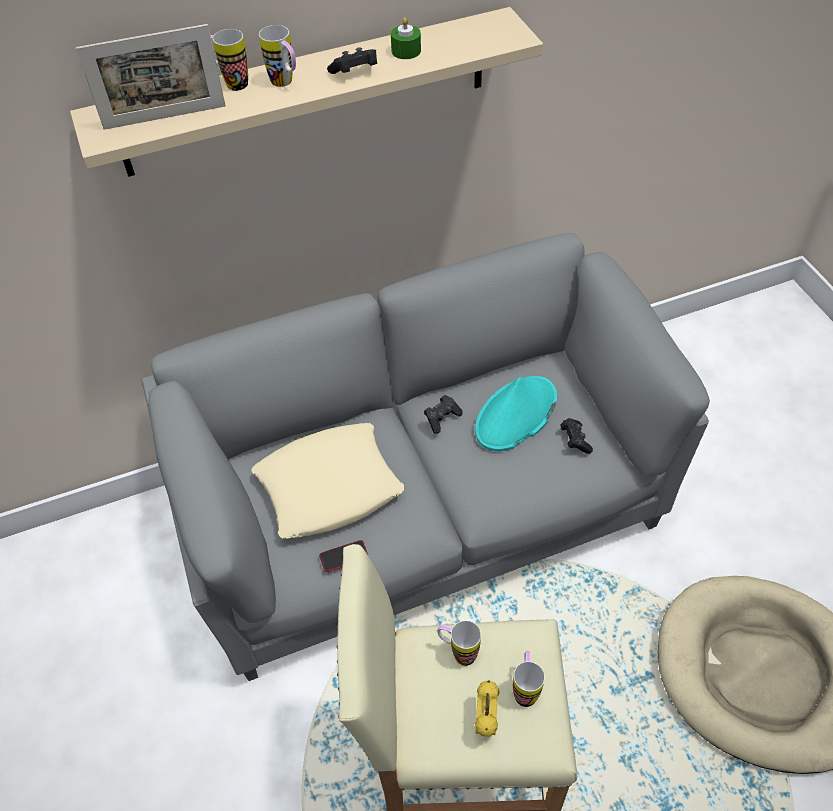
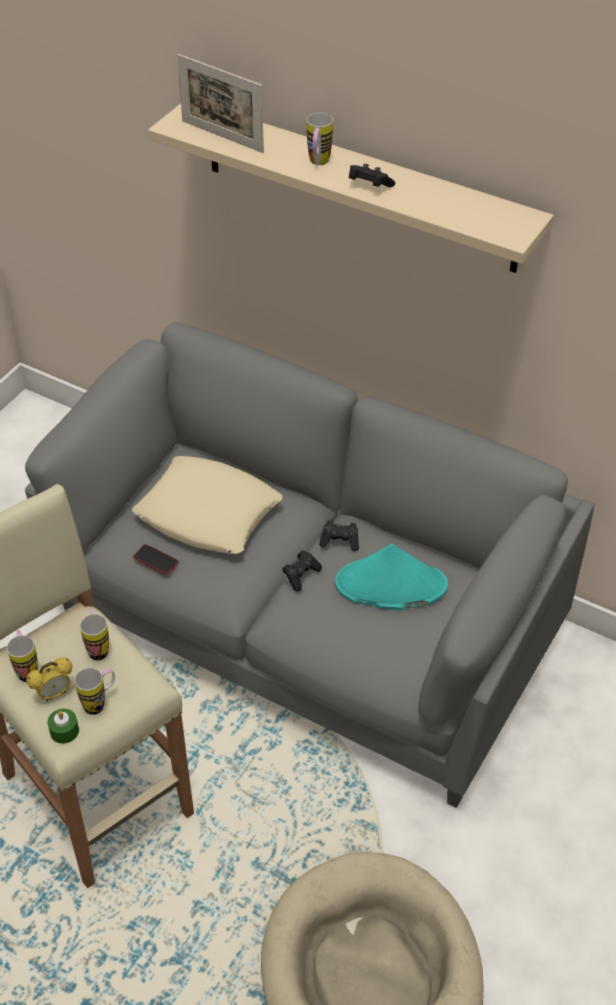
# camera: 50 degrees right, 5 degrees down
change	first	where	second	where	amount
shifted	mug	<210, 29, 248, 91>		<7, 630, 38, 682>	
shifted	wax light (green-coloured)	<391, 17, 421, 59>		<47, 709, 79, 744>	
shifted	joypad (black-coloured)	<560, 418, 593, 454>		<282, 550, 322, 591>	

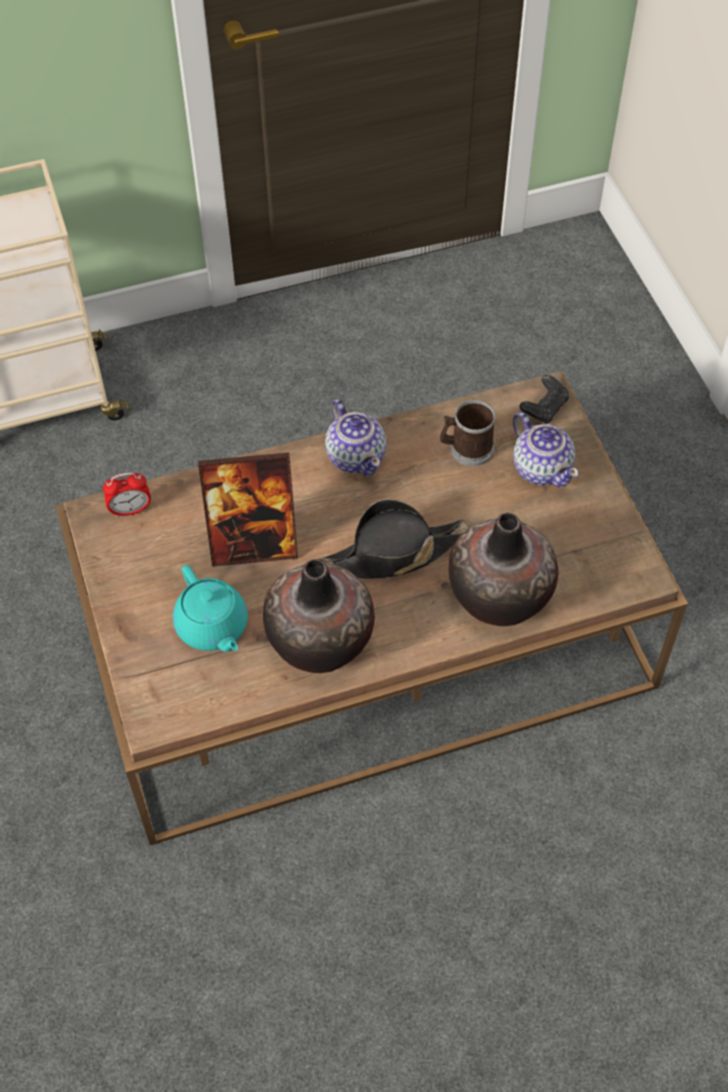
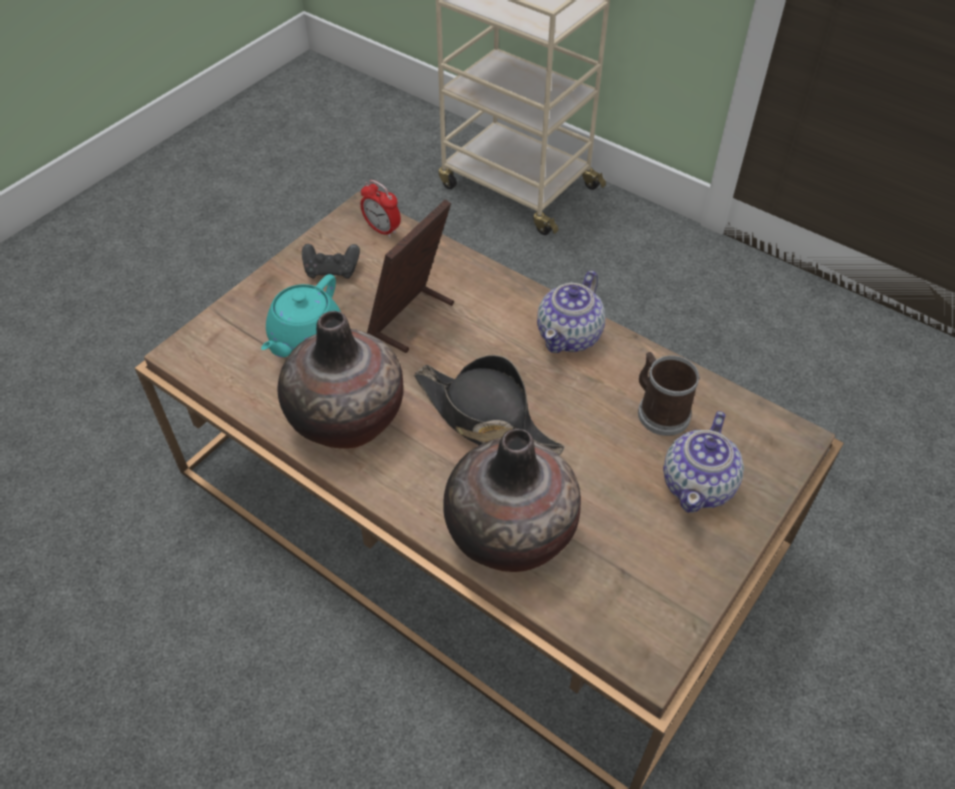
# camera: 55 degrees right, 5 degrees down
change	first	where	second	where	amount
rotated	standing frame	<198, 452, 298, 567>		<367, 199, 454, 353>	75 degrees clockwise
shifted	joypad (black-coloured)	<519, 375, 569, 424>		<302, 244, 360, 279>	

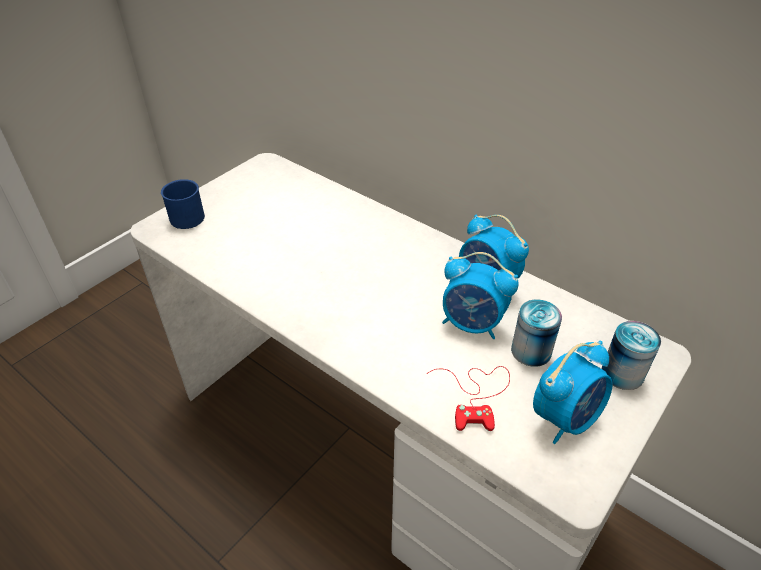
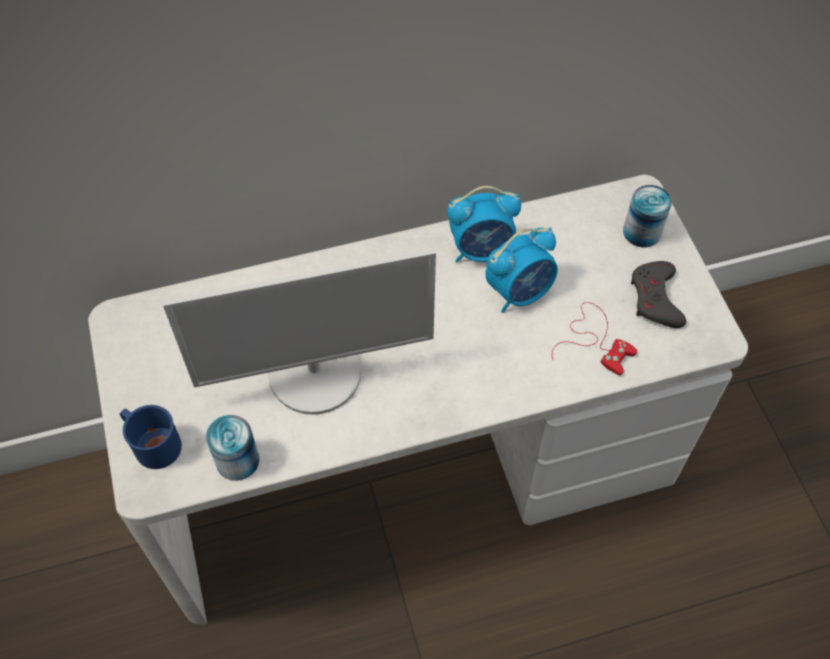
# camera: 55 degrees left, 15 degrees up
change	first	where	second	where	amount
shifted	sealed can	<511, 300, 562, 367>		<206, 415, 259, 481>	
swapped	bedside clock	<533, 341, 612, 444>	joypad (grey)	<631, 261, 686, 328>	
new			monitor	<162, 248, 436, 415>	

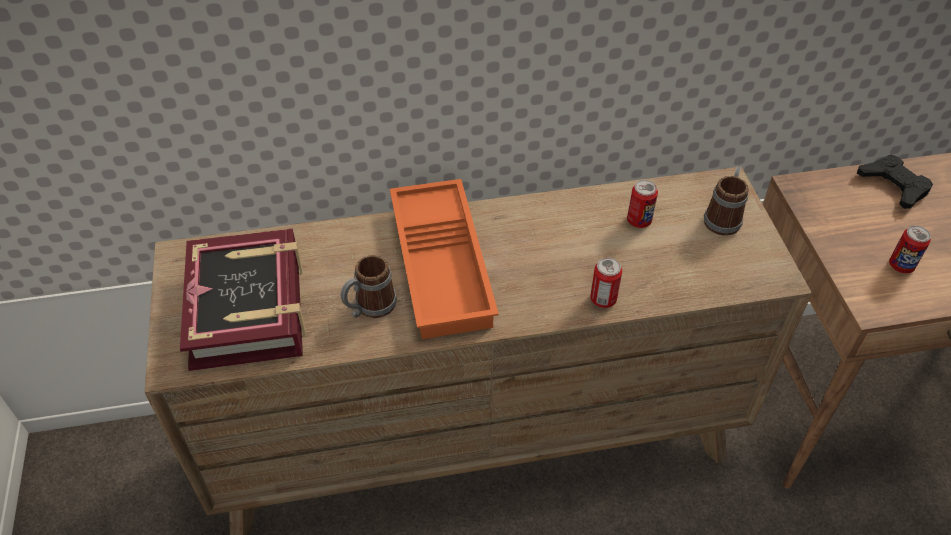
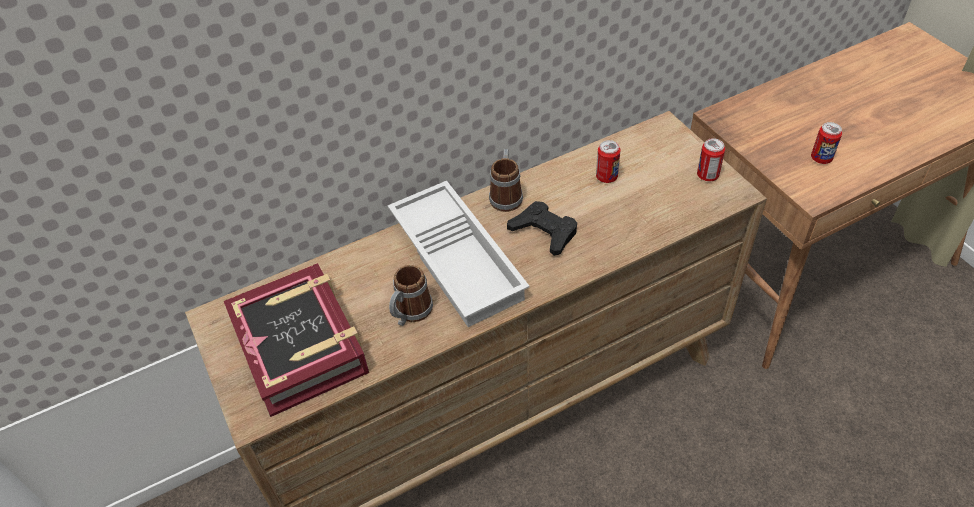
# camera: 15 degrees left, 0 degrees up
change	first	where	second	where	amount
repainted	serving tray (orange-coloured)	<390, 179, 499, 339>	serving tray (white)	<388, 181, 530, 327>	
shifted	sealed can	<590, 258, 622, 308>		<697, 138, 725, 181>	
shifted	mug	<704, 166, 748, 236>		<489, 149, 523, 212>	
shifted	joypad (black-coloured)	<857, 155, 933, 209>		<507, 201, 577, 256>	

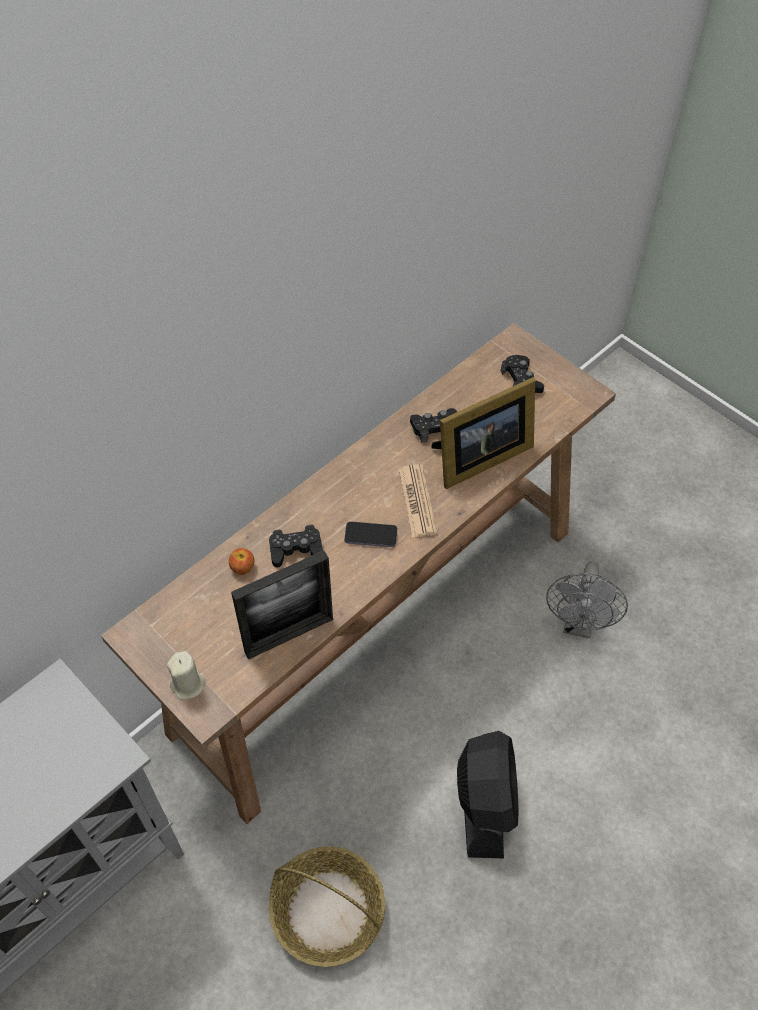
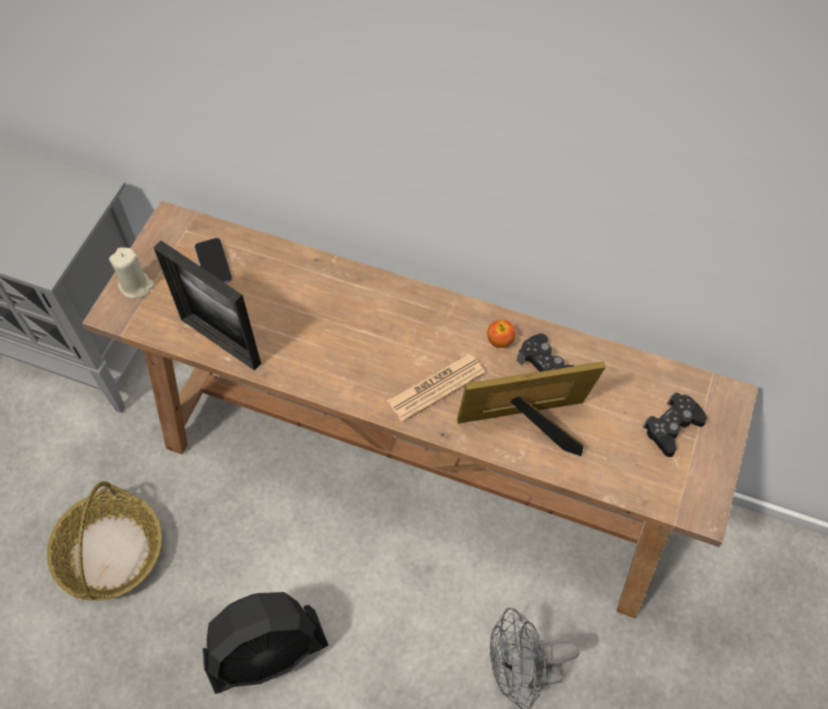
# camera: 65 degrees right, 5 degrees up
change	first	where	second	where	amount
shifted	apple	<229, 548, 254, 575>		<487, 319, 515, 348>	
gone	joypad (black-coloured)	<269, 525, 323, 568>			
shifted	handset	<344, 522, 397, 547>		<195, 238, 232, 283>	
rotated	standing frame	<431, 377, 535, 489>		<457, 362, 606, 456>	135 degrees clockwise

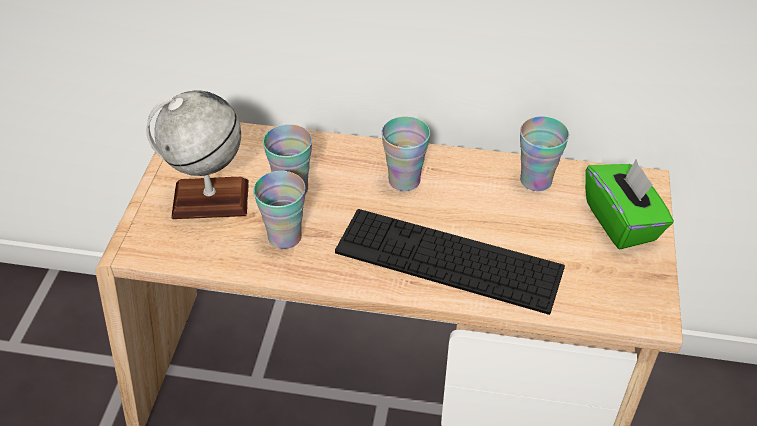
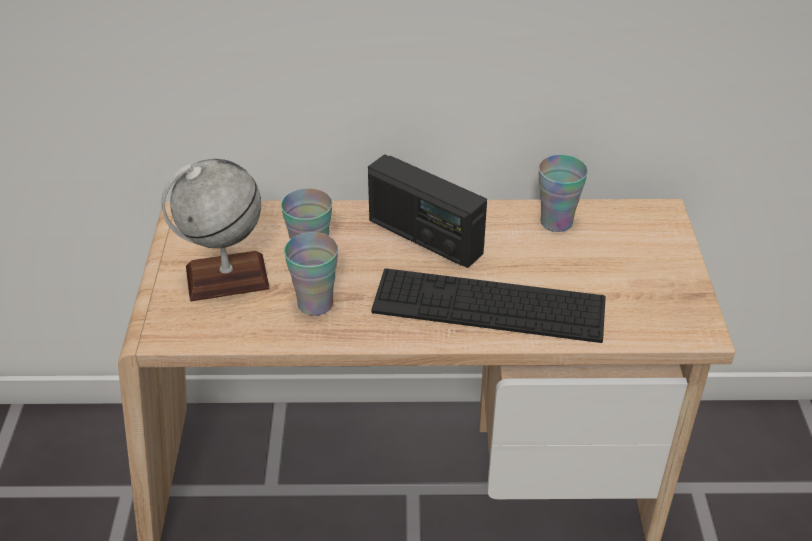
# camera: 10 degrees left, 5 degrees down
change	first	where	second	where	amount
swapped	small cup	<382, 116, 430, 191>	radio receiver	<368, 154, 487, 268>	
gone	tissue holder (green-coloured)	<585, 159, 674, 249>			

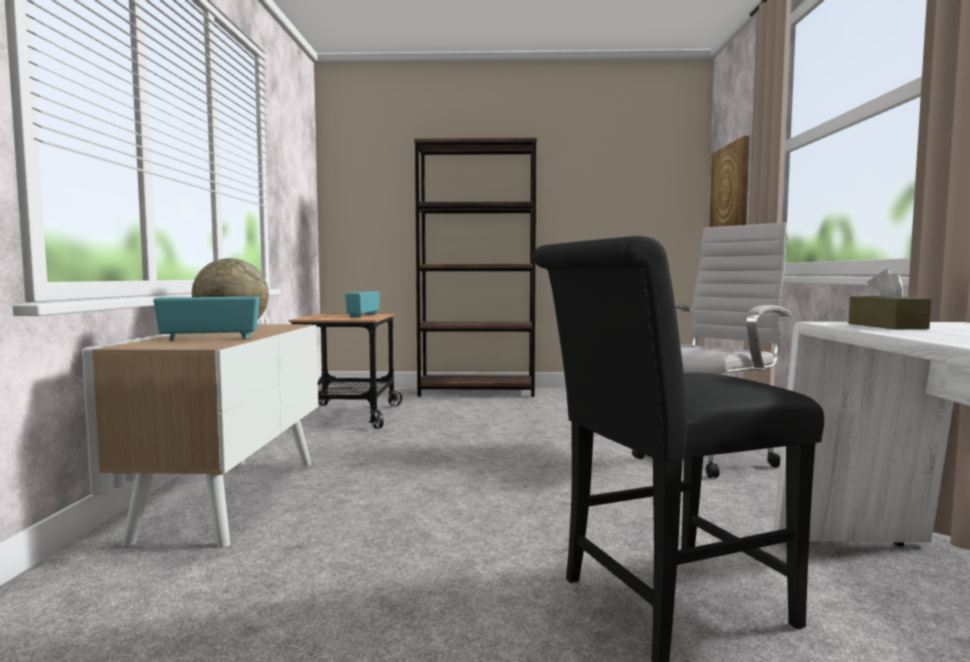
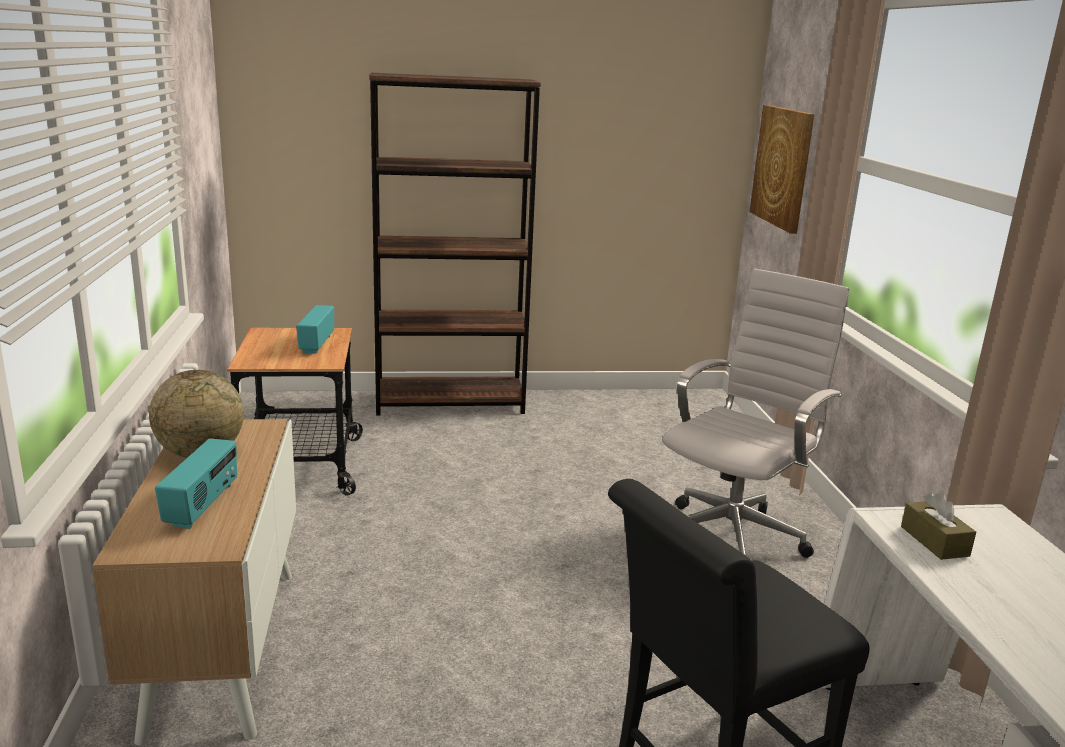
# camera: 10 degrees left, 15 degrees up
change	first	where	second	where	amount
rotated	radio receiver	<153, 297, 260, 341>		<155, 439, 237, 529>	120 degrees clockwise

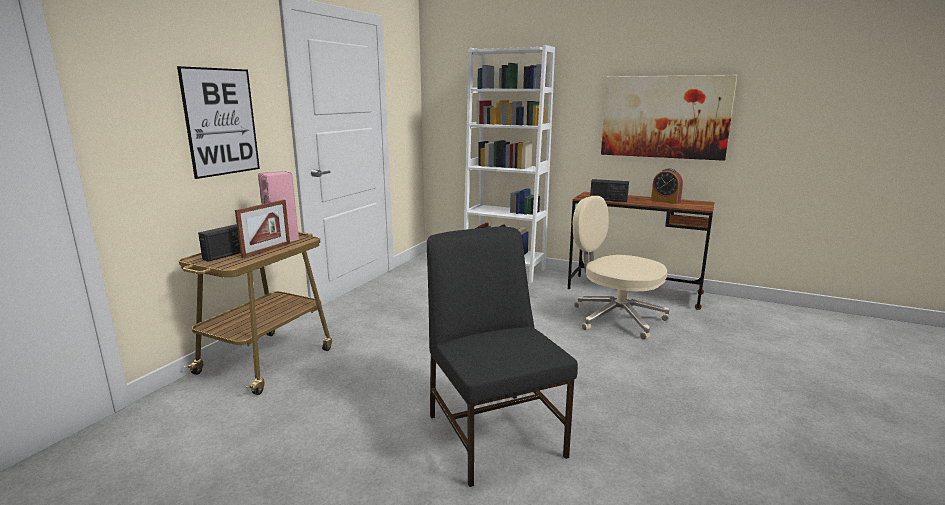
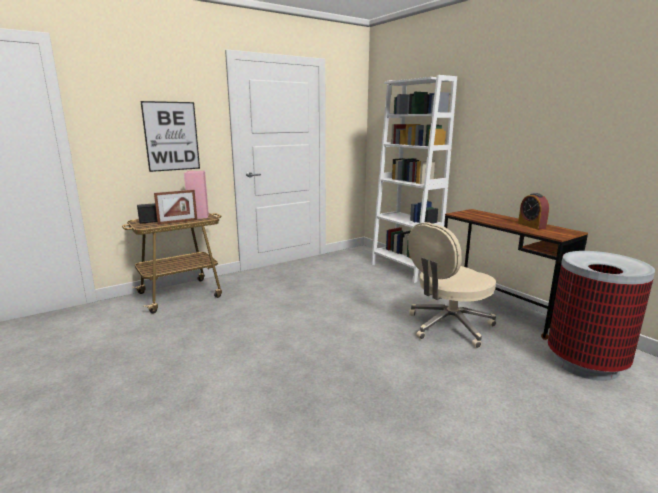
# camera: 30 degrees right, 0 degrees up
change	first	where	second	where	amount
gone	plain chair (black-coloured)	<427, 227, 578, 487>			
rotated	computer chair (beige)	<573, 196, 669, 340>		<408, 222, 496, 348>	105 degrees counterclockwise
gone	radio receiver	<590, 179, 629, 202>			
gone	picture	<601, 75, 737, 161>			
new			trash can	<548, 251, 655, 381>	

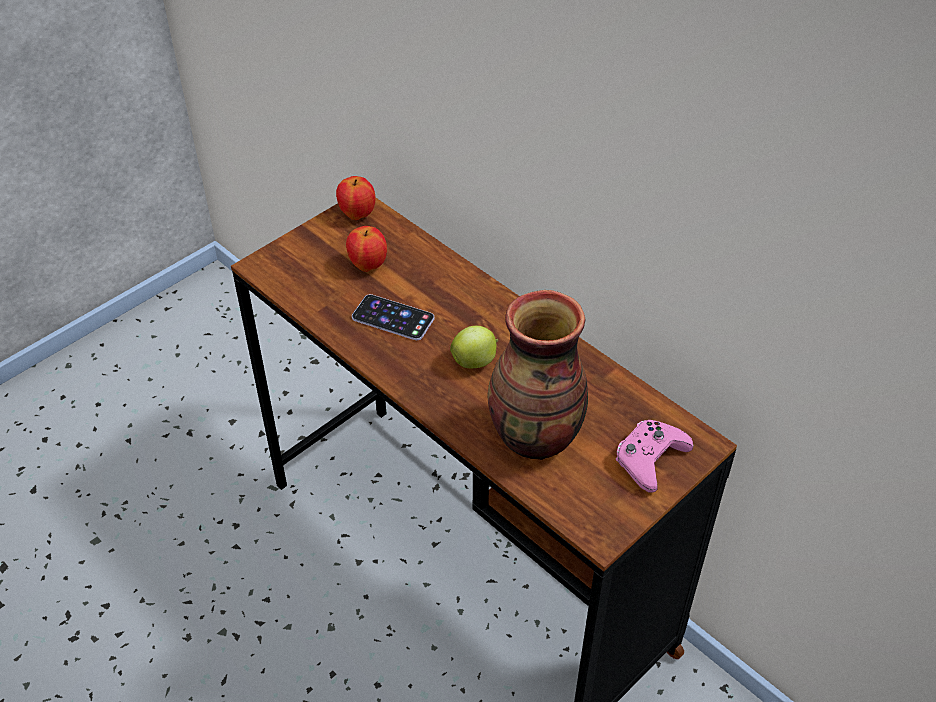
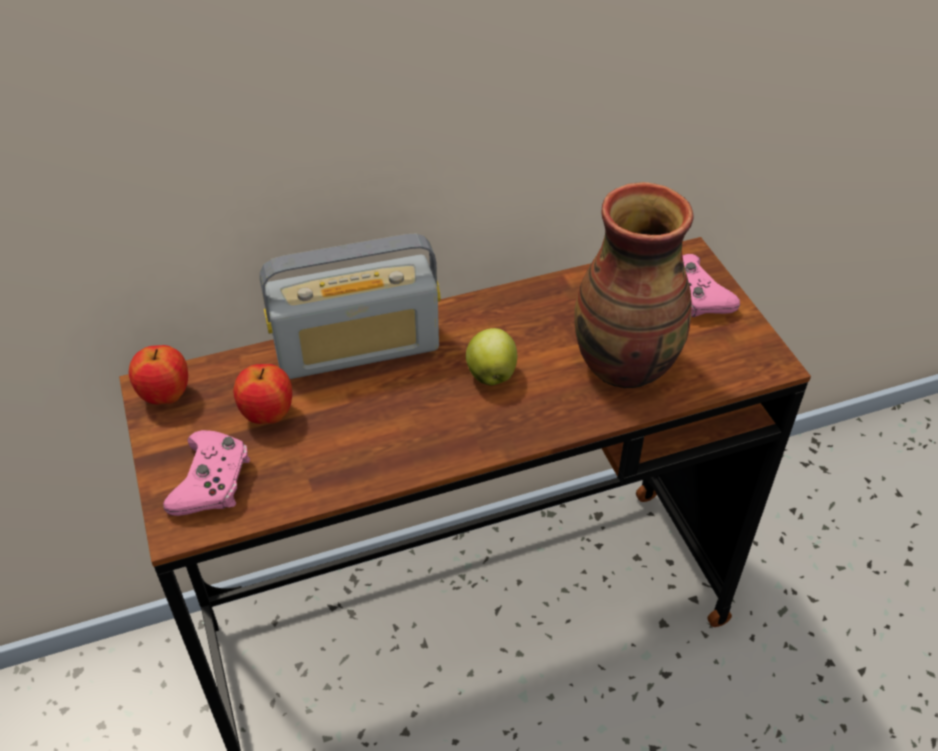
# camera: 65 degrees left, 0 degrees up
change	first	where	second	where	amount
gone	handset	<352, 294, 434, 340>			
new			joypad (pinkish)	<163, 430, 250, 516>	
new			radio receiver	<260, 233, 441, 379>	

